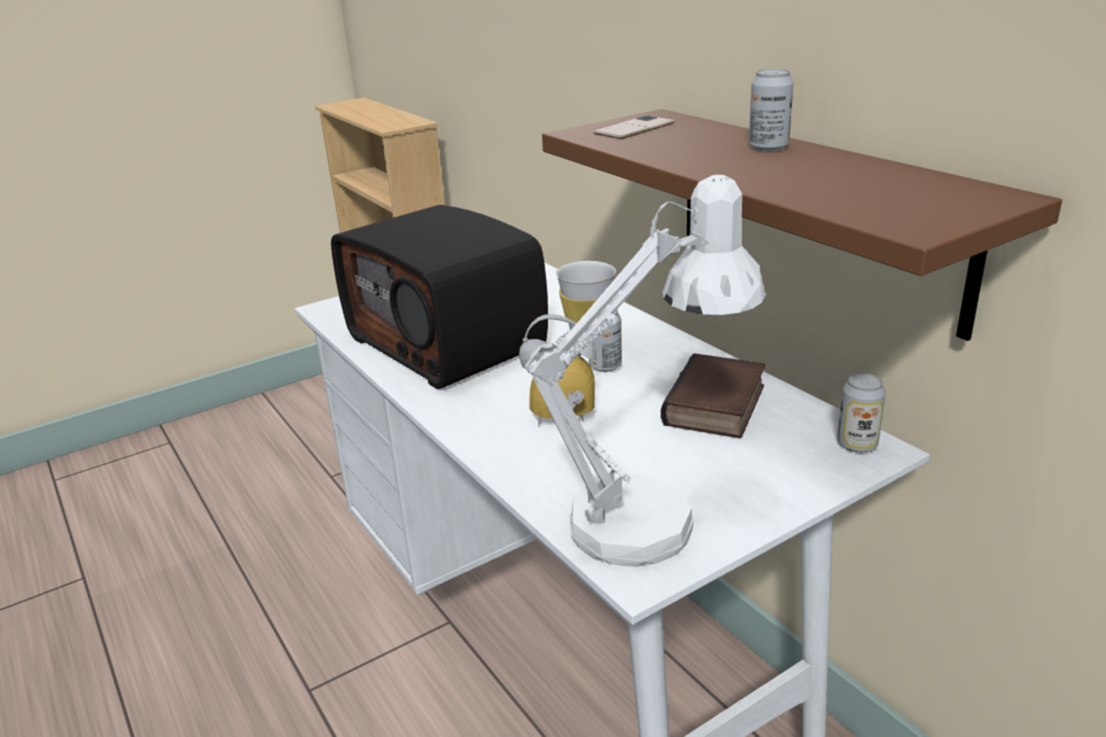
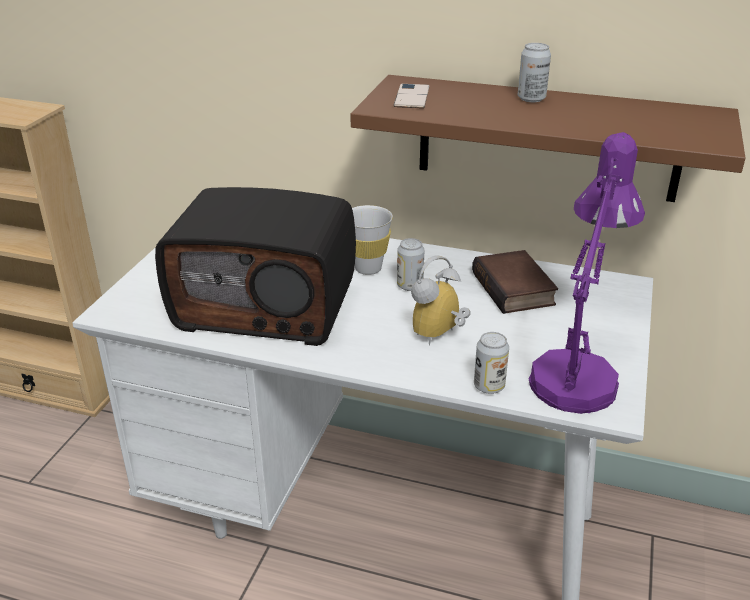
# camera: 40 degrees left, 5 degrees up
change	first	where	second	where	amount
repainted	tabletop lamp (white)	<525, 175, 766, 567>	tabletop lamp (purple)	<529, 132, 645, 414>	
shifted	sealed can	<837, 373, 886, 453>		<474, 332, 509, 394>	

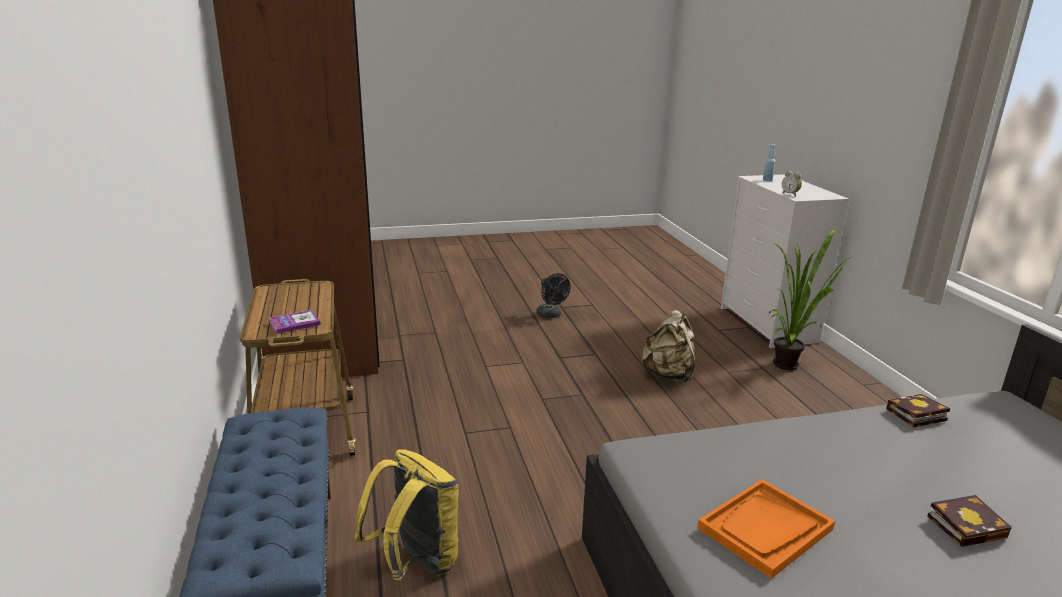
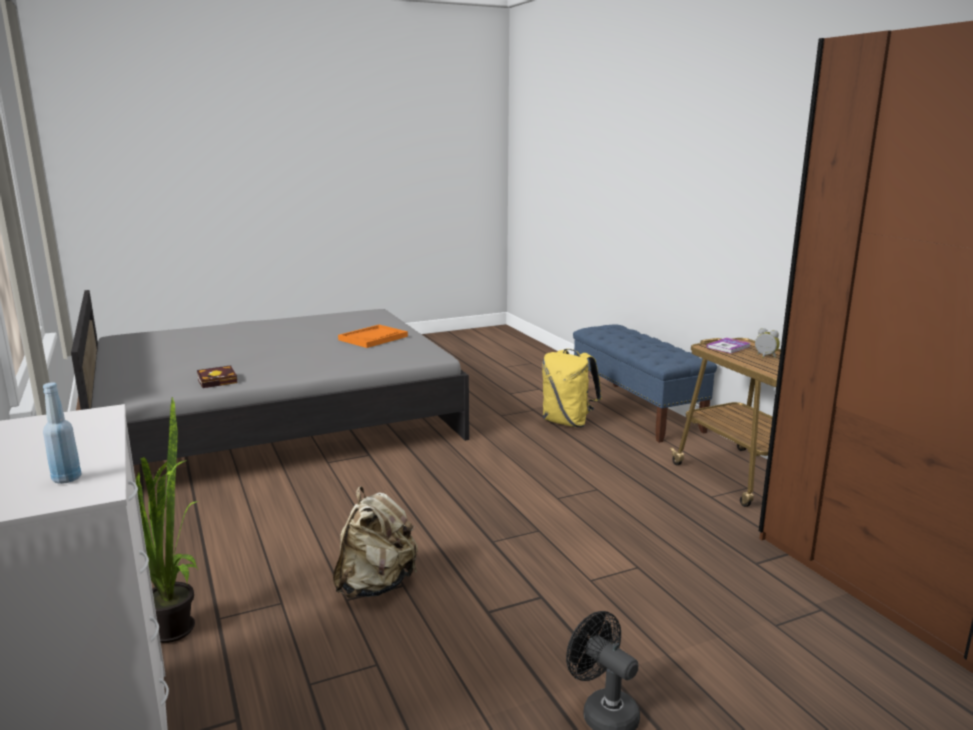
# camera: 170 degrees right, 5 degrees down
change	first	where	second	where	amount
shifted	bedside clock	<782, 171, 802, 197>		<755, 328, 780, 358>	
gone	book	<927, 495, 1012, 547>			

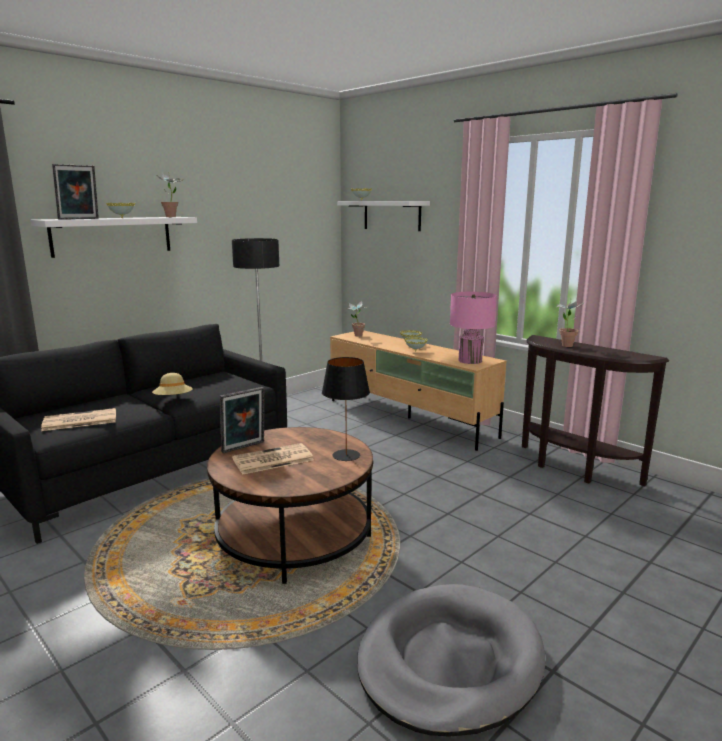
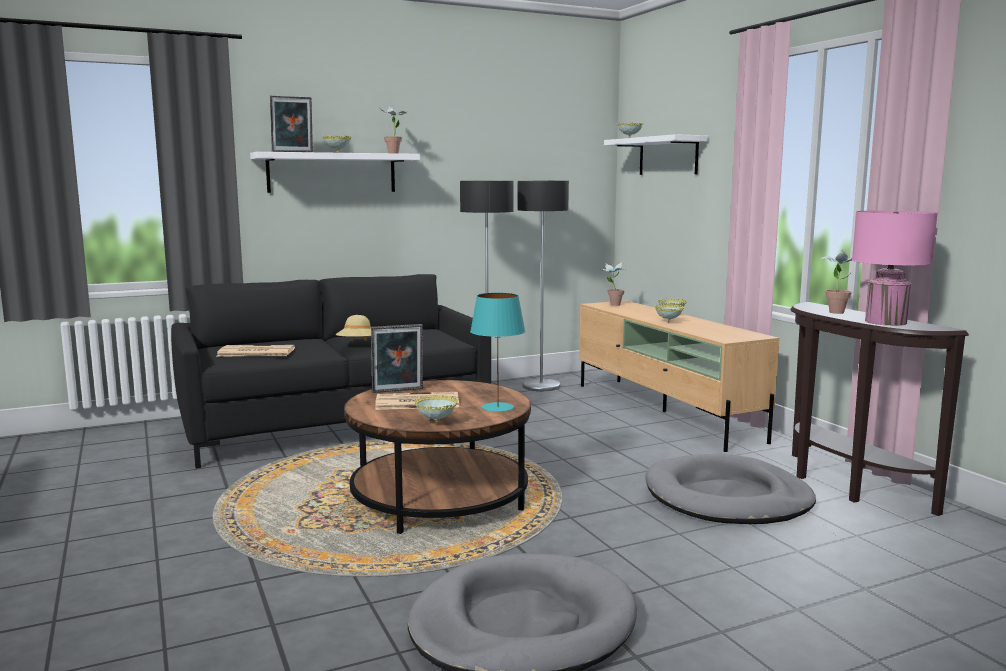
# camera: 20 degrees right, 5 degrees down
change	first	where	second	where	amount
repainted	tabletop lamp (black-coloured)	<322, 357, 370, 461>	tabletop lamp (turquoise-coloured)	<470, 293, 525, 412>	
shifted	tabletop lamp (pinkish)	<450, 292, 497, 364>		<852, 211, 938, 326>	
new			serving bowl	<414, 395, 458, 423>	
new			standing lamp	<518, 181, 569, 391>	
new			pet bed (grey)	<645, 454, 816, 524>	

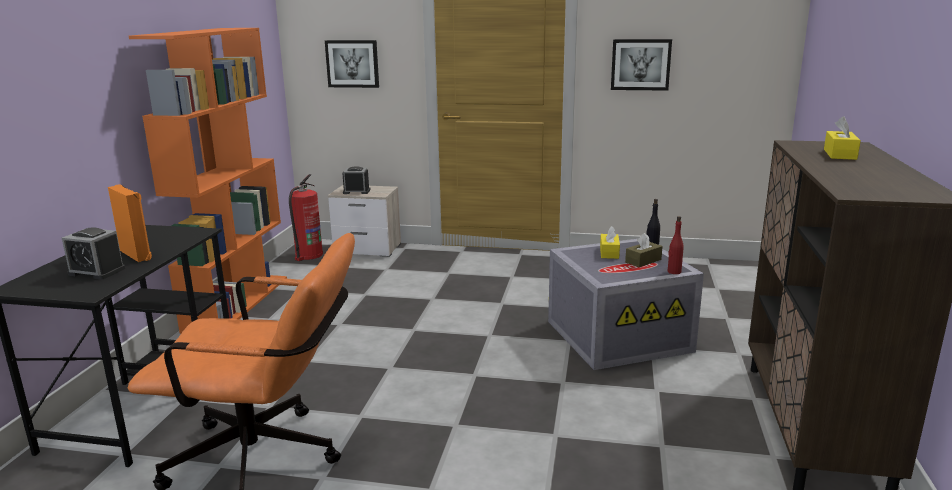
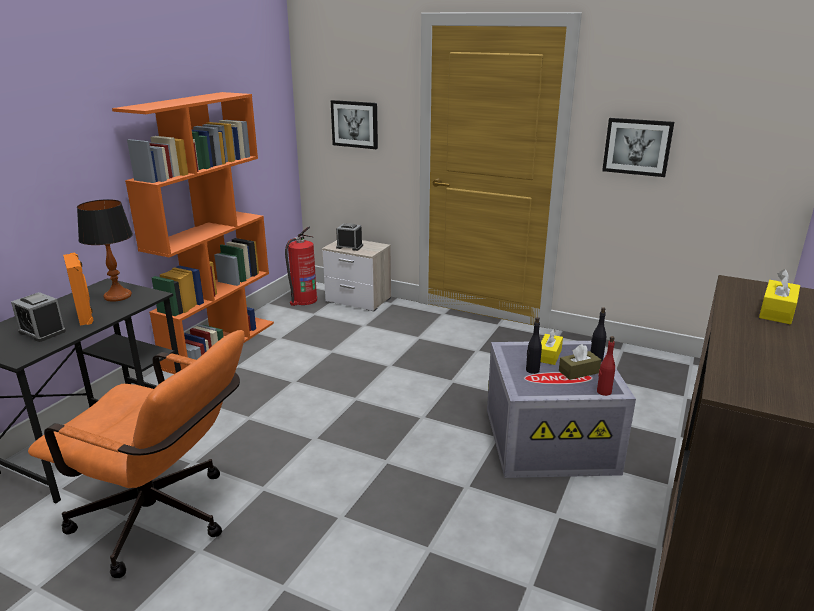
# camera: 15 degrees right, 5 degrees up
change	first	where	second	where	amount
new			tabletop lamp	<77, 199, 133, 302>	
new			drink bottle (black-coloured)	<526, 317, 542, 374>	

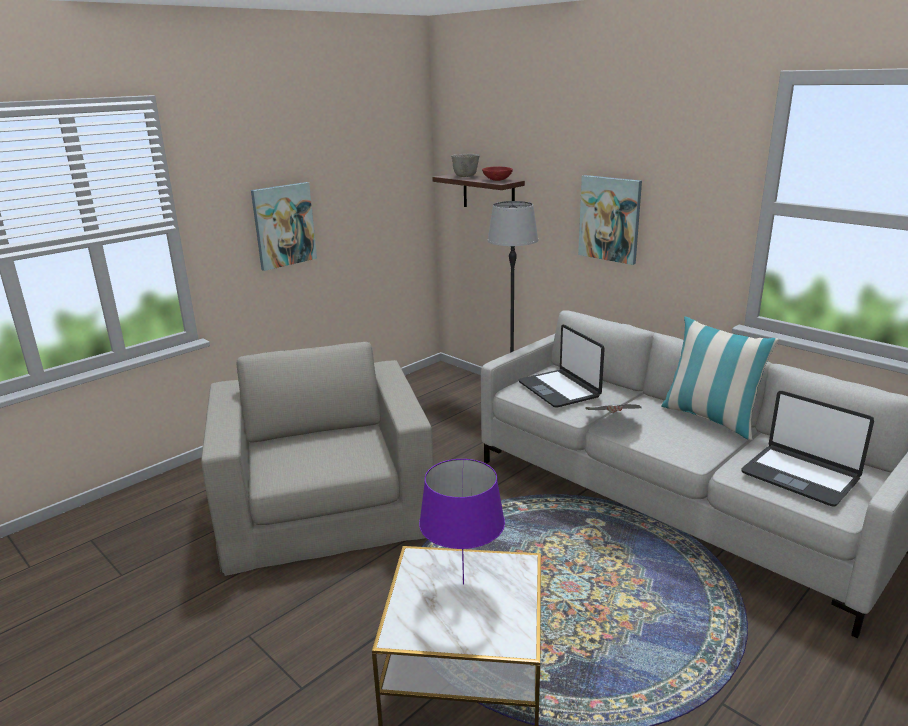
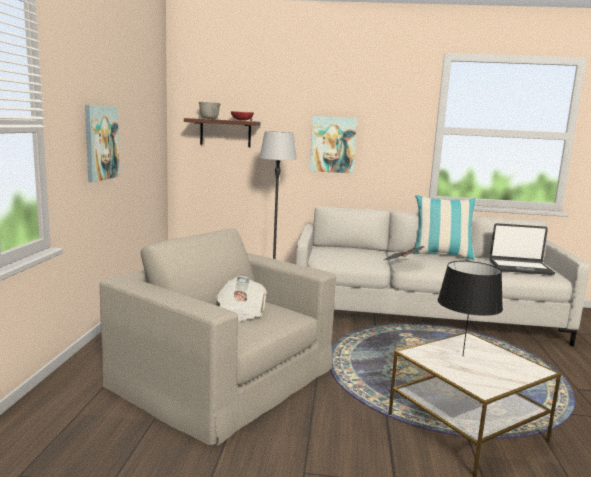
# camera: 40 degrees left, 10 degrees down
change	first	where	second	where	amount
repainted	tabletop lamp (purple)	<419, 459, 505, 585>	tabletop lamp (black-coloured)	<438, 261, 503, 355>	
gone	notebook computer	<518, 324, 605, 408>			
new			daily paper	<216, 276, 267, 322>	

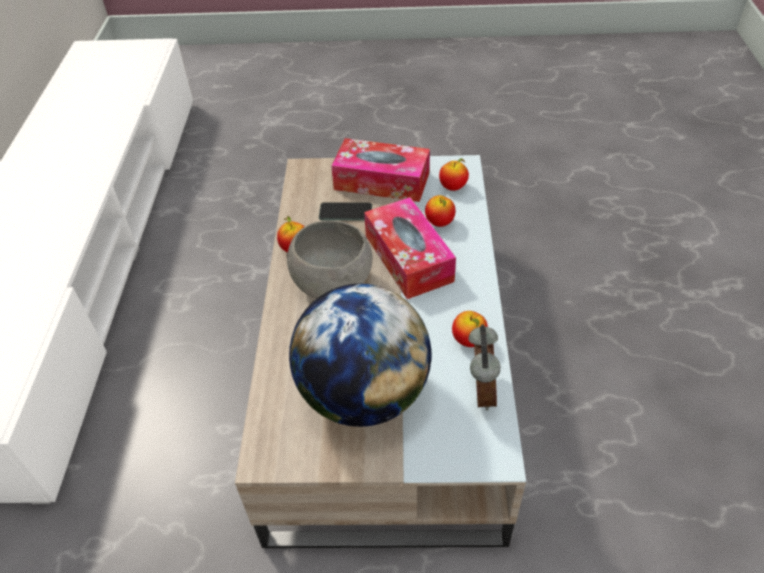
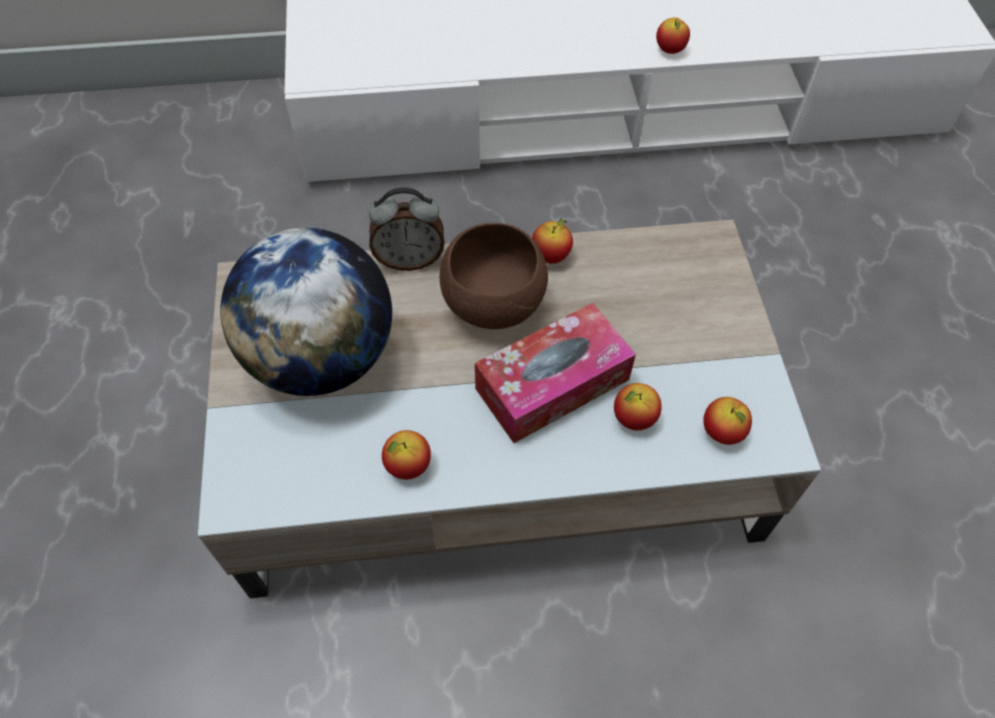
# camera: 80 degrees right, 10 degrees up
change	first	where	second	where	amount
repainted	serving bowl (grey)	<287, 221, 373, 299>	serving bowl (brown)	<440, 223, 548, 329>	
gone	handset	<319, 202, 372, 221>			
gone	tissue holder	<331, 138, 430, 202>			
shifted	bedside clock	<469, 324, 501, 411>		<369, 187, 445, 271>	
new			apple	<656, 18, 690, 54>	

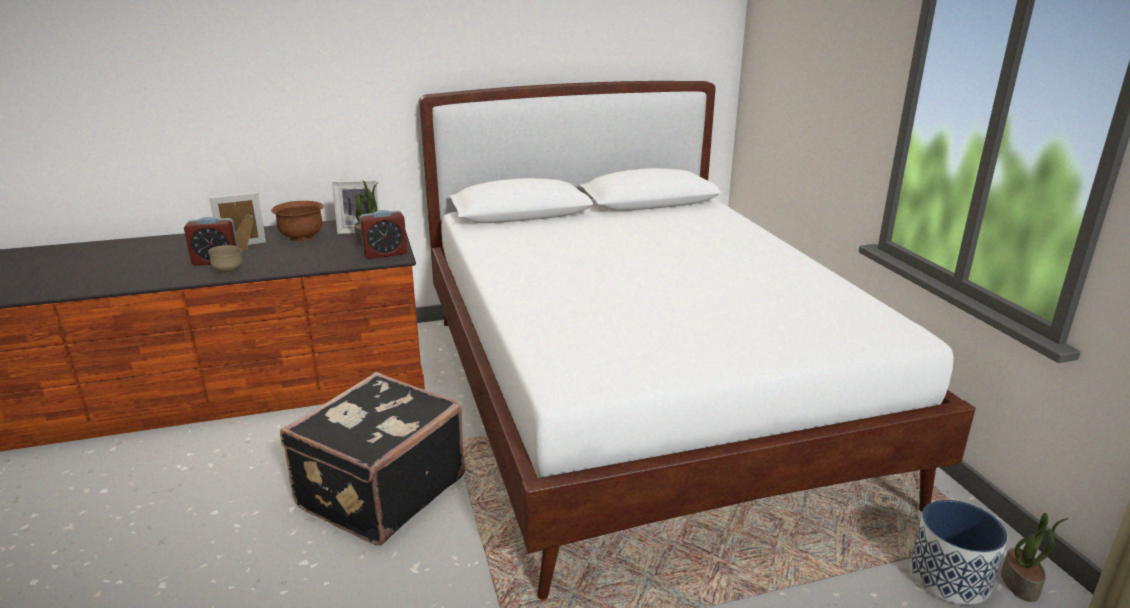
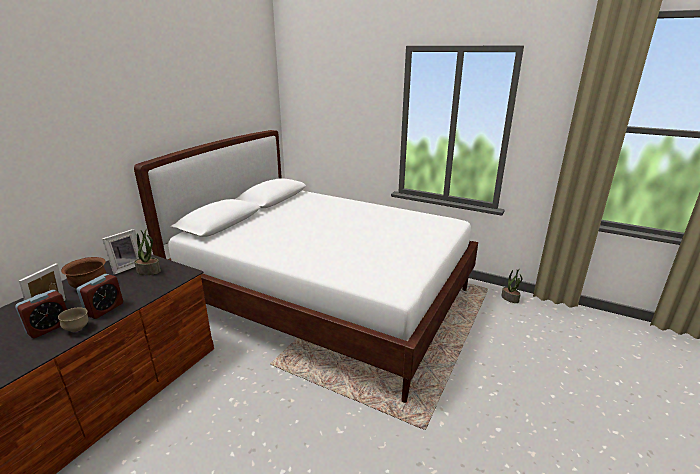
# camera: 45 degrees left, 0 degrees up
change	first	where	second	where	amount
gone	suitcase (black-coloured)	<280, 372, 465, 546>			
shifted	bedside clock	<360, 210, 407, 259>		<77, 274, 123, 319>	
gone	planter	<910, 500, 1008, 605>			

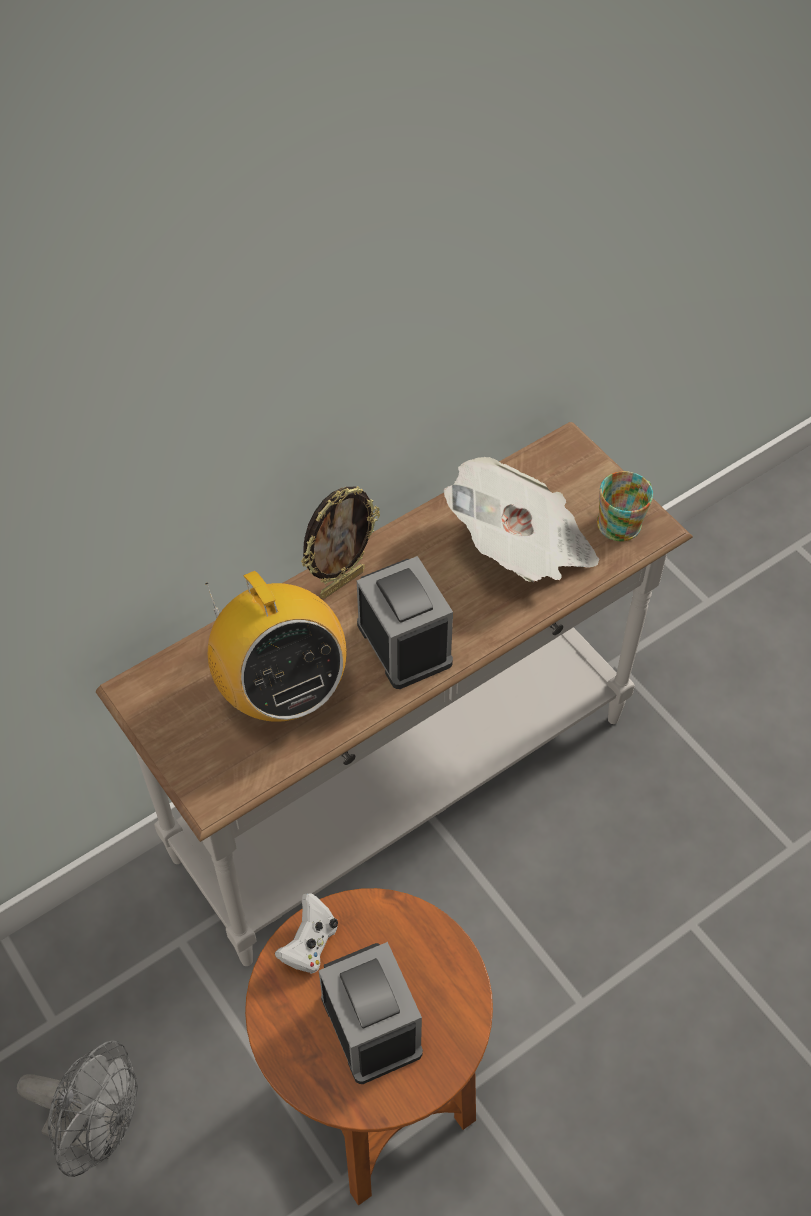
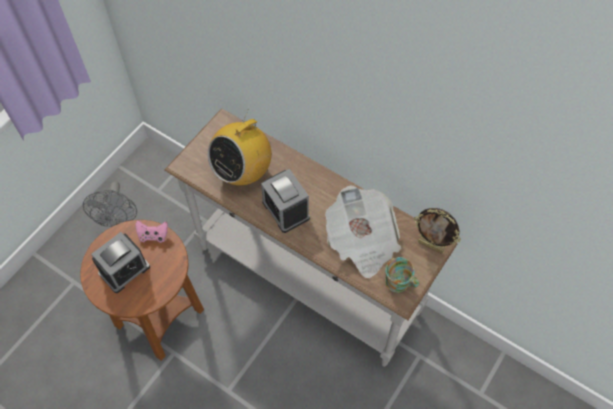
# camera: 70 degrees right, 5 degrees up
change	first	where	second	where	amount
repainted	joypad (white)	<275, 893, 338, 974>	joypad (pinkish)	<136, 221, 168, 243>	
shifted	standing frame	<301, 486, 380, 599>		<413, 208, 461, 254>	
rotated	bedside clock	<357, 556, 453, 689>		<261, 169, 310, 233>	105 degrees clockwise

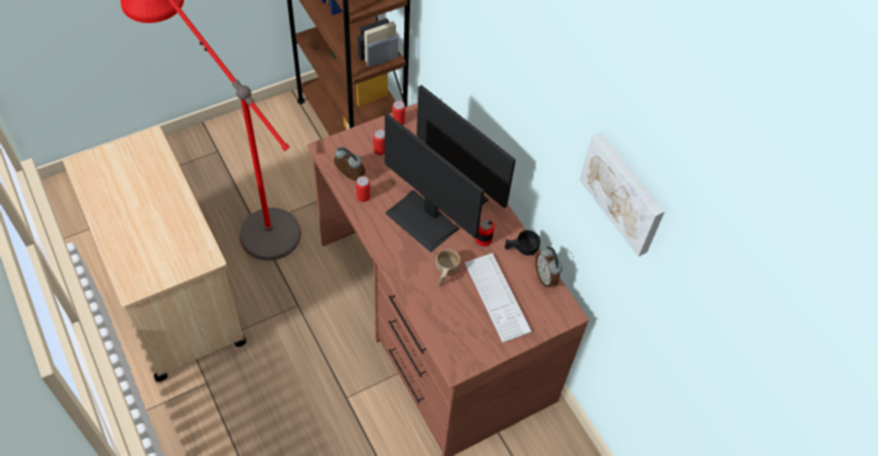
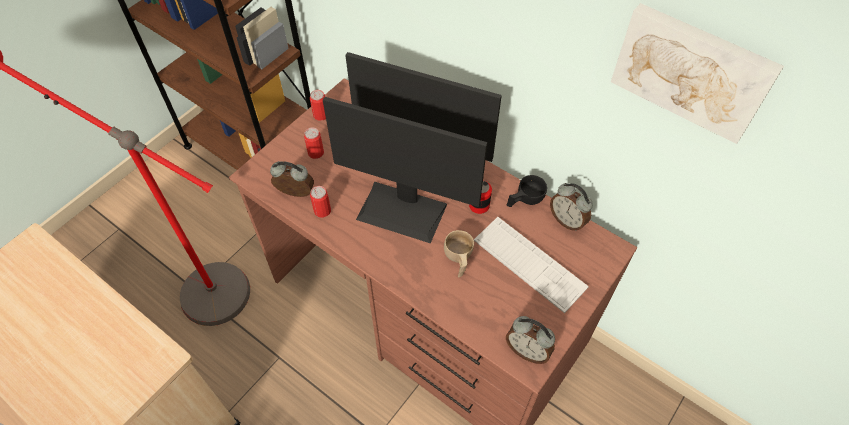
# camera: 20 degrees left, 0 degrees up
change	first	where	second	where	amount
new			bedside clock	<506, 316, 555, 364>	

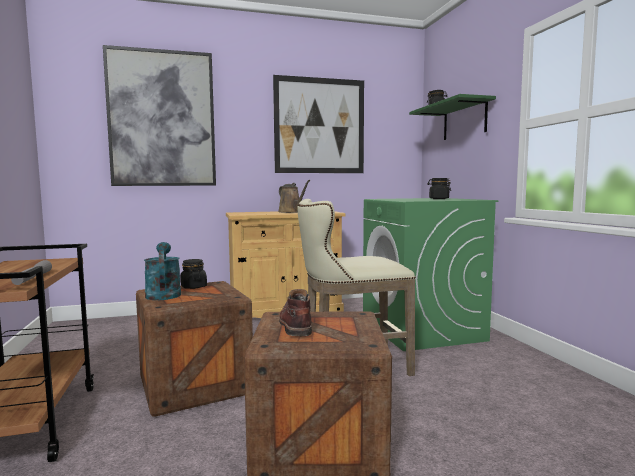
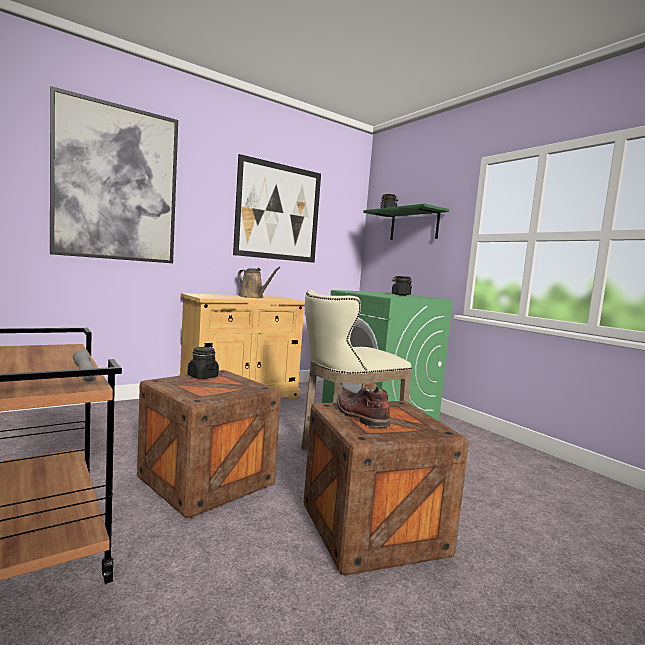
# camera: 20 degrees left, 0 degrees up
change	first	where	second	where	amount
gone	watering can (turquoise-coloured)	<144, 242, 181, 300>			

